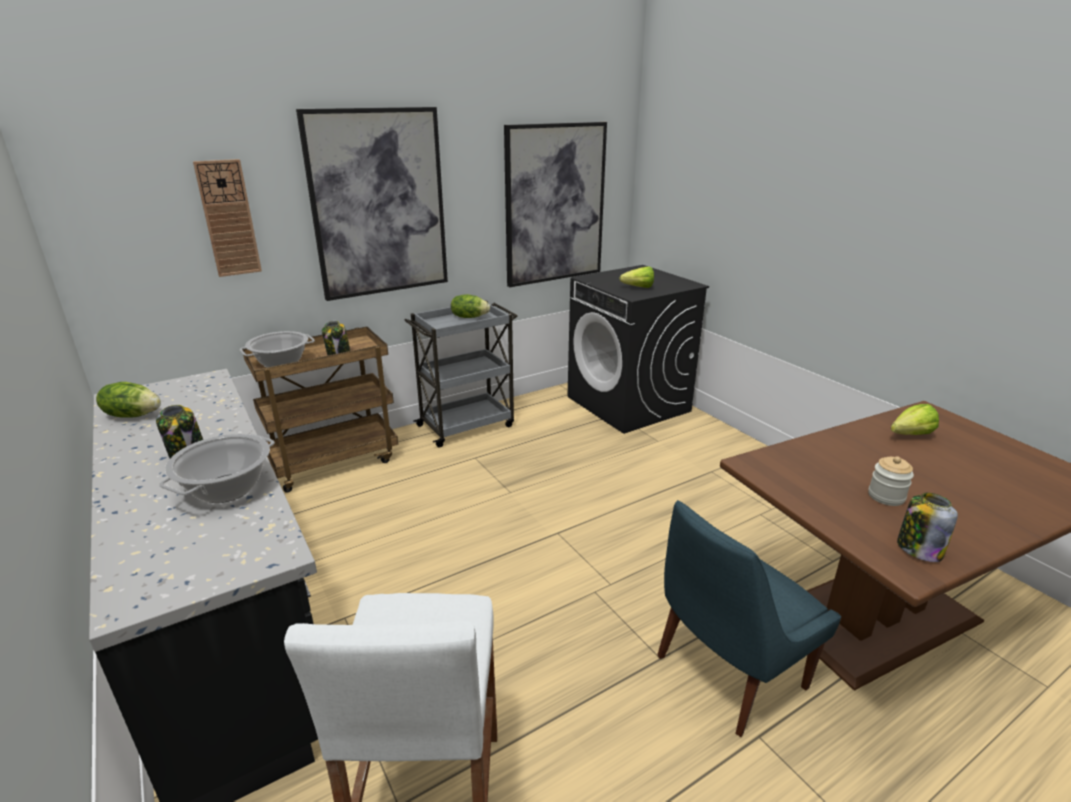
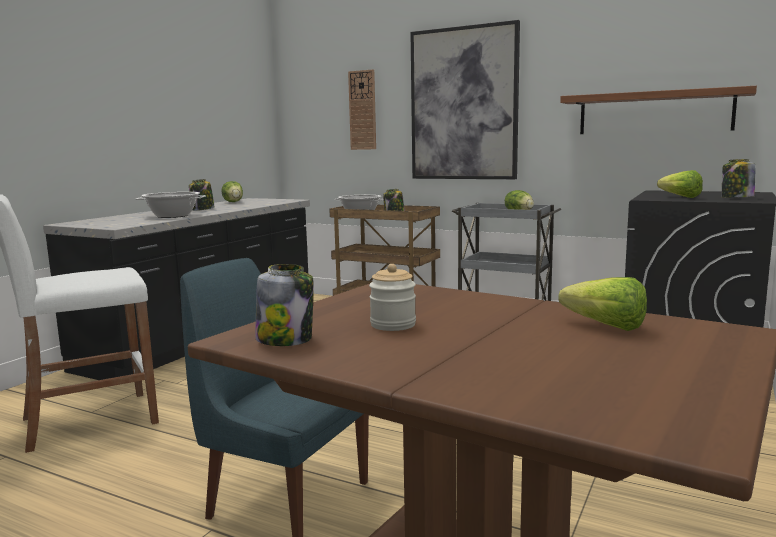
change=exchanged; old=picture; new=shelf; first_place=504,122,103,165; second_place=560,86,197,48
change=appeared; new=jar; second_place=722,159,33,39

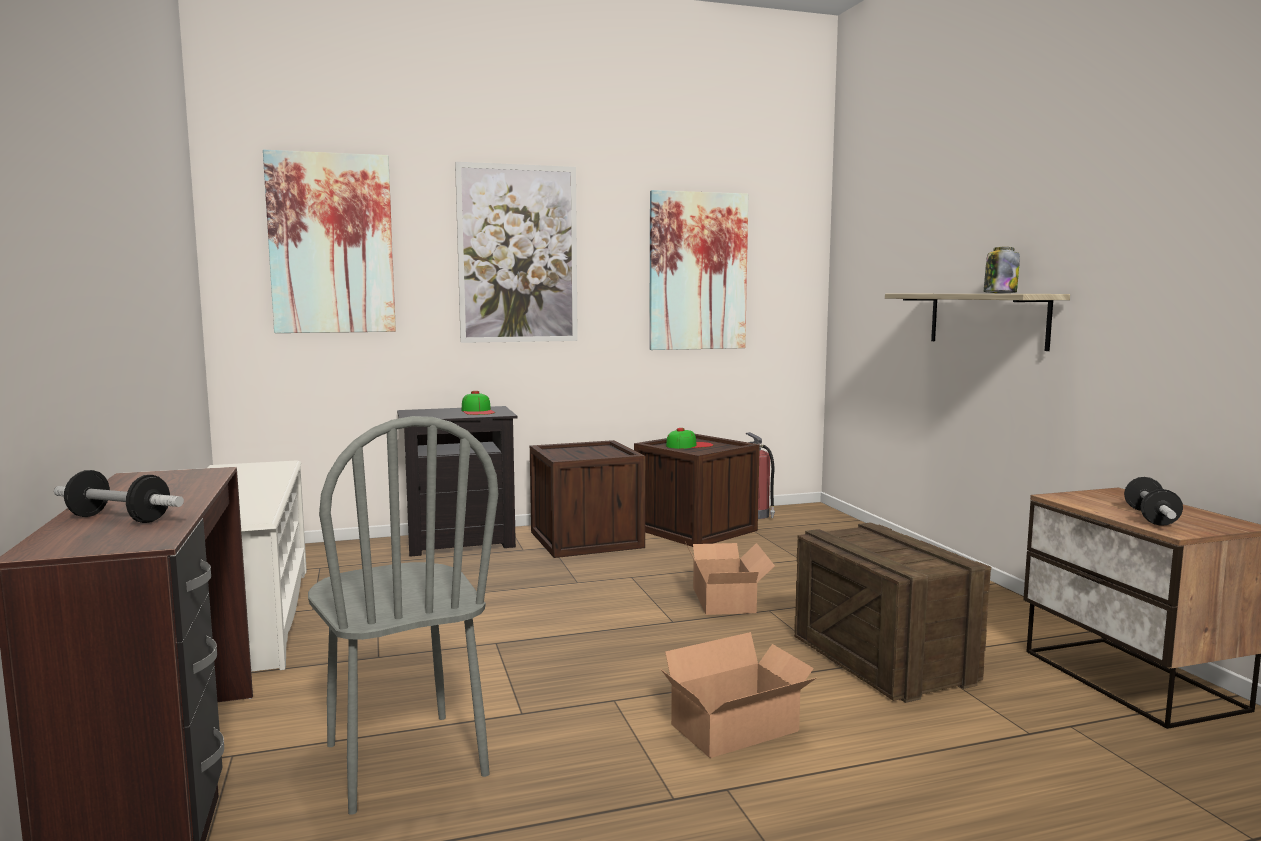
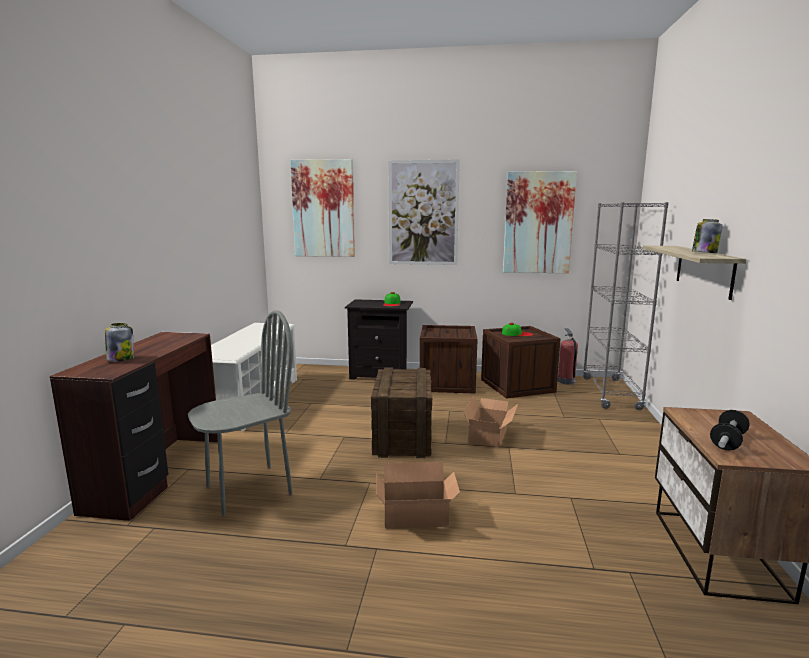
change=exchanged; old=dumbbell; new=jar; first_place=54,470,130,53; second_place=105,323,29,38
change=spun; old=grey chair; first_place=308,416,190,399; second_place=188,310,105,206; degrees=-120
change=relocated; old=crate; first_place=794,522,197,181; second_place=371,367,61,91
change=appeared; new=grey bookcase; second_place=582,202,87,208

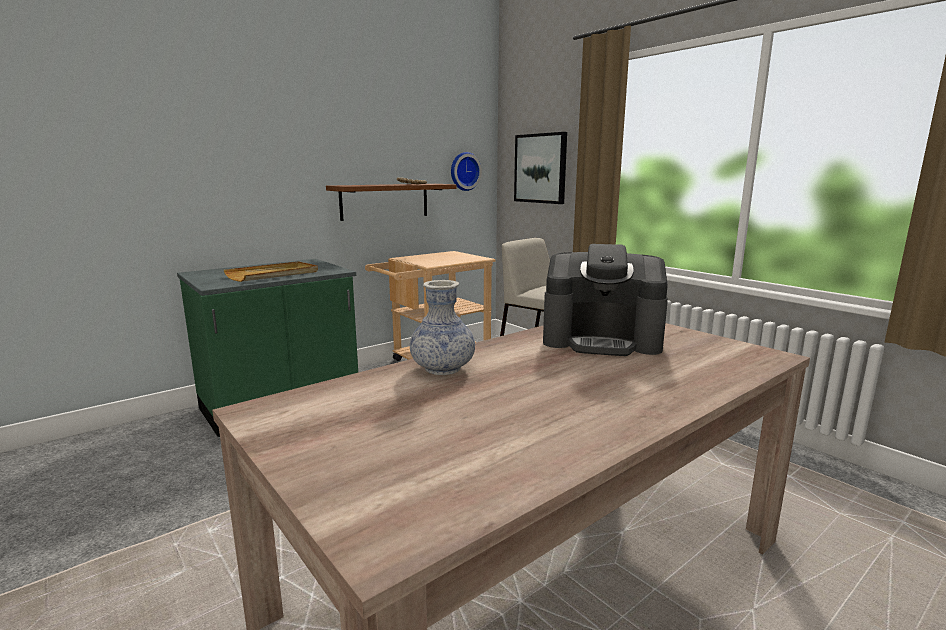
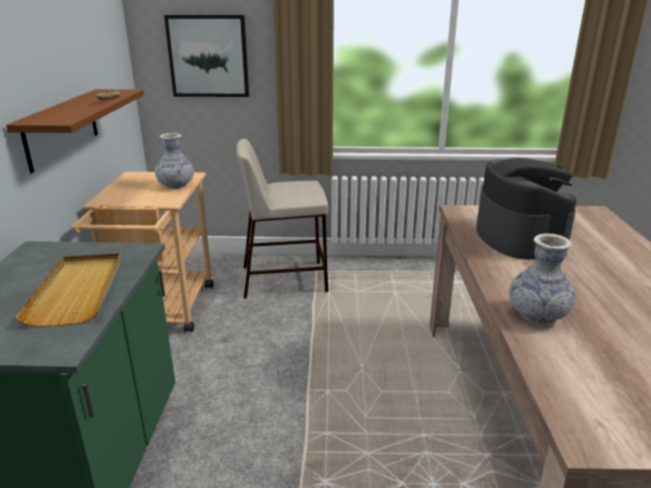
change=appeared; new=vase; second_place=155,133,39,56
change=spun; old=coffee machine; first_place=543,244,125,112; second_place=476,158,101,101; degrees=-60
change=missing; old=wall clock; first_place=451,152,31,39

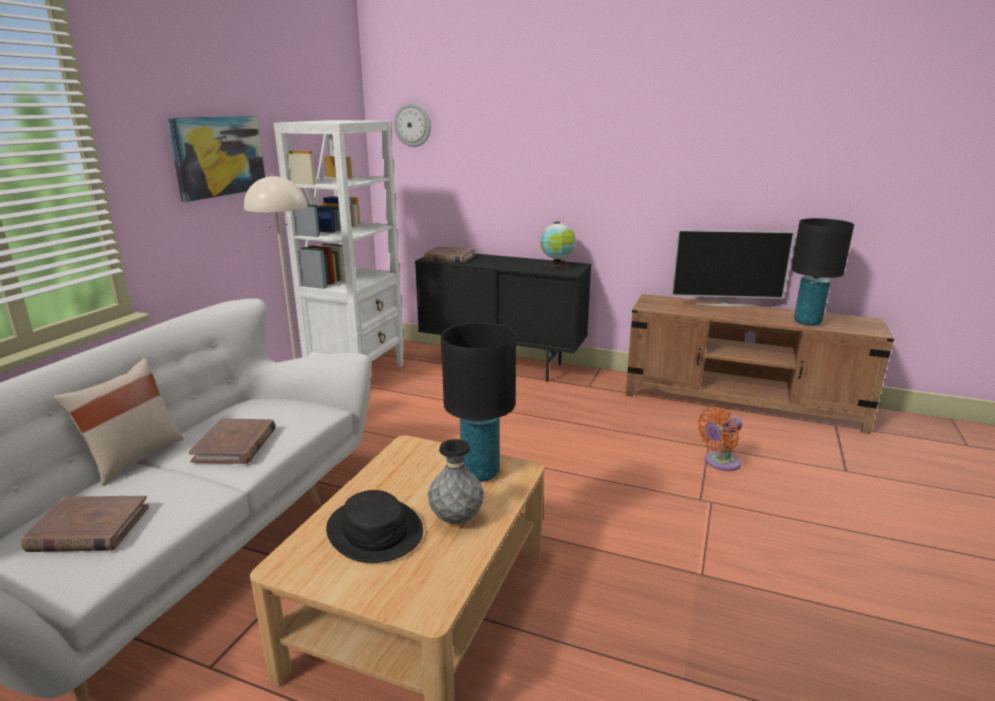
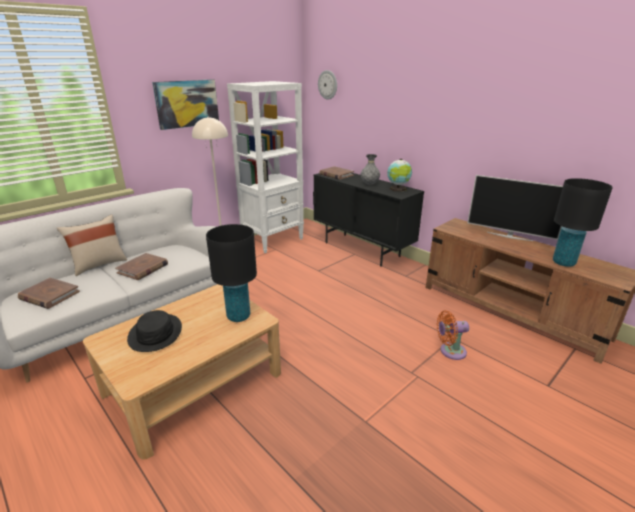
change=relocated; old=grey vase; first_place=428,439,56,85; second_place=361,154,19,31

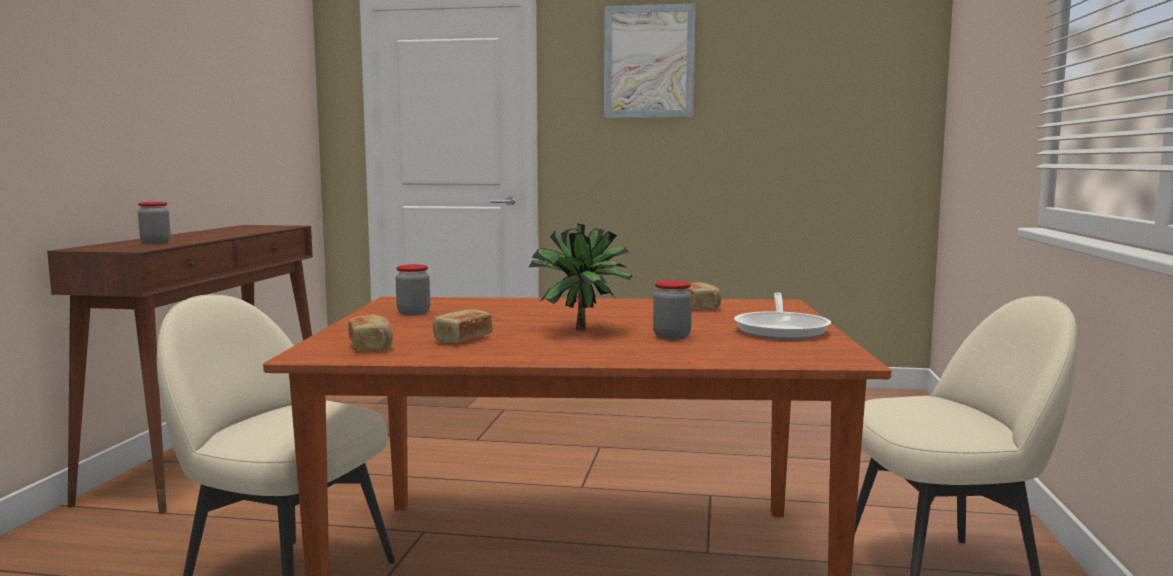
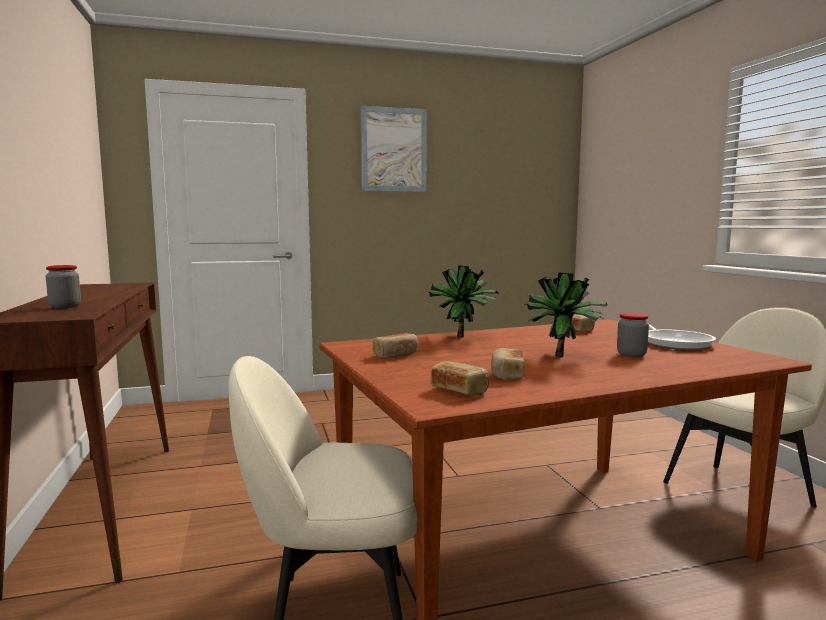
change=exchanged; old=jar; new=bread; first_place=396,264,34,52; second_place=373,334,45,25
change=appeared; new=potted plant; second_place=428,265,70,73

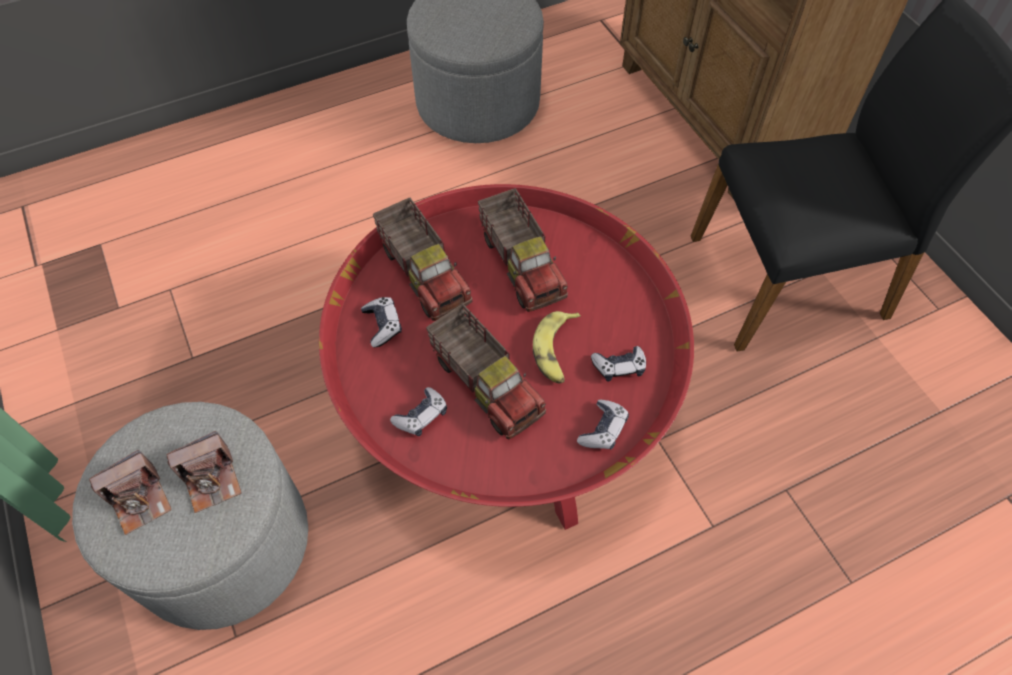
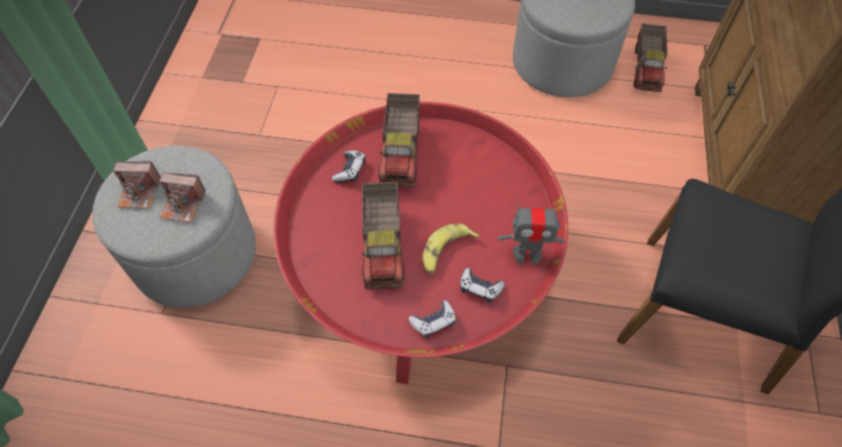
change=appeared; new=toy robot; second_place=497,204,69,61
change=relocated; old=toy truck; first_place=478,188,90,124; second_place=633,23,34,69
change=missing; old=game controller; first_place=390,387,57,49

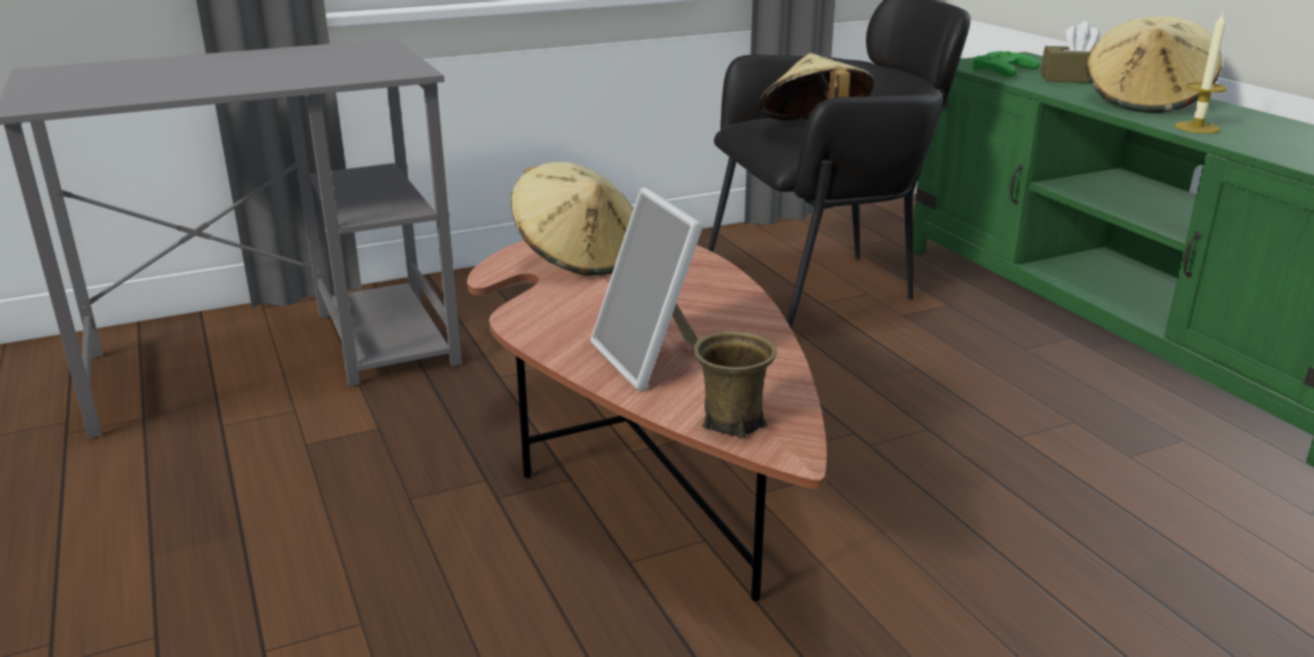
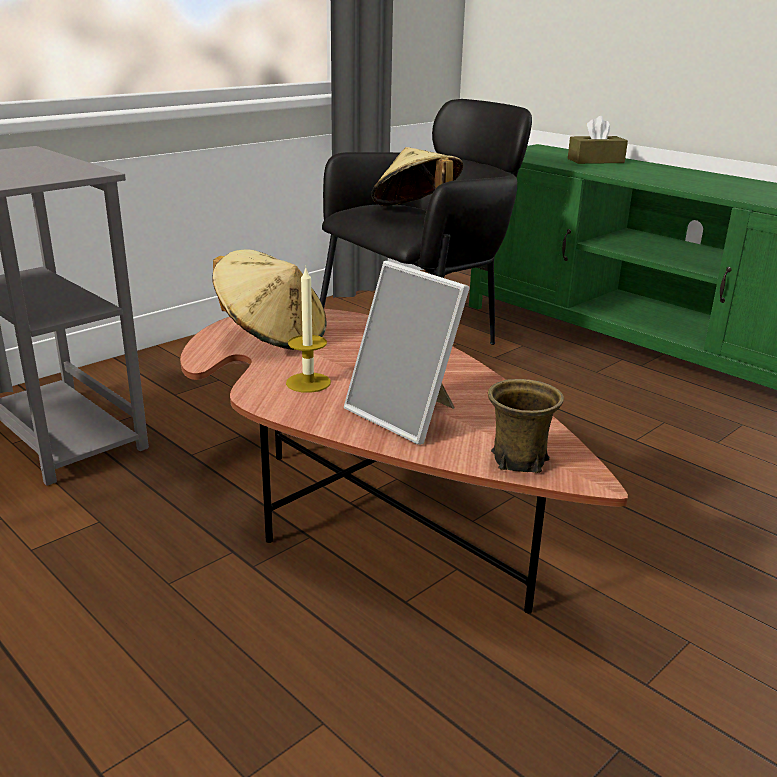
change=relocated; old=candle; first_place=1175,11,52,123; second_place=286,268,45,125
change=missing; old=green game controller; first_place=972,51,68,26
change=missing; old=beige hat; first_place=1086,16,136,97

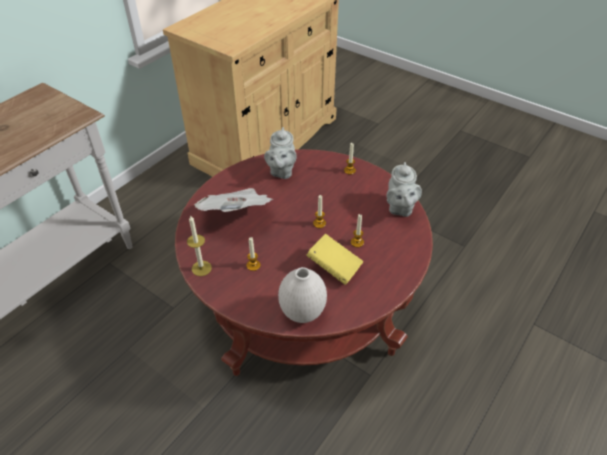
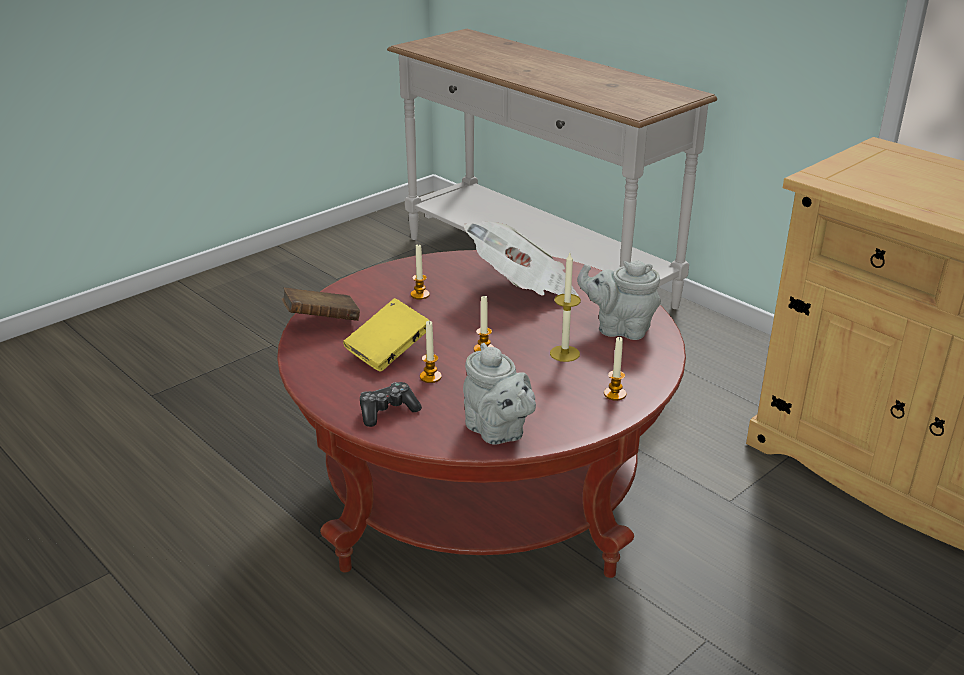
change=exchanged; old=white vase; new=brown book; first_place=278,267,49,56; second_place=282,287,78,34
change=appeared; new=game controller; second_place=360,382,62,45
change=spun; old=grey teapot; first_place=386,162,36,55; second_place=463,343,73,102; degrees=-135
change=relocated; old=candle; first_place=187,215,25,61; second_place=550,253,31,109

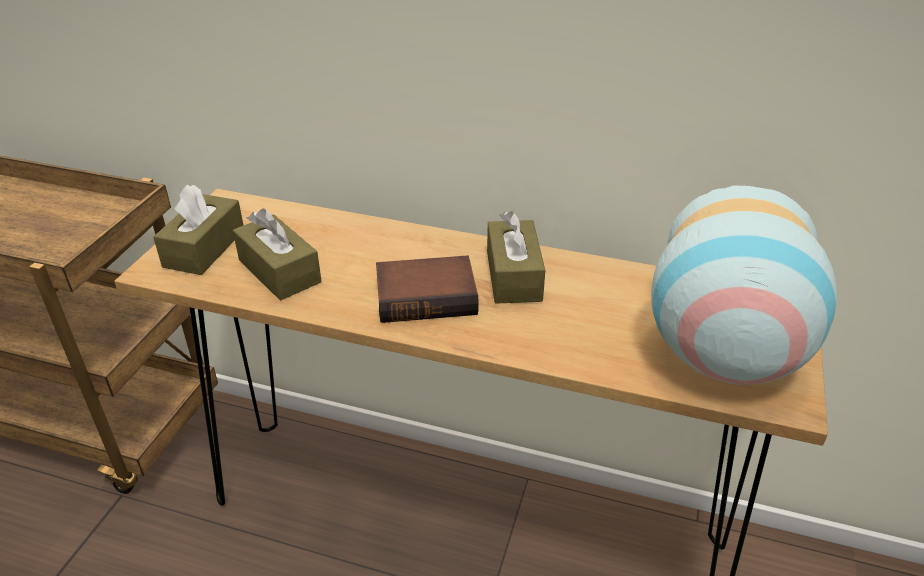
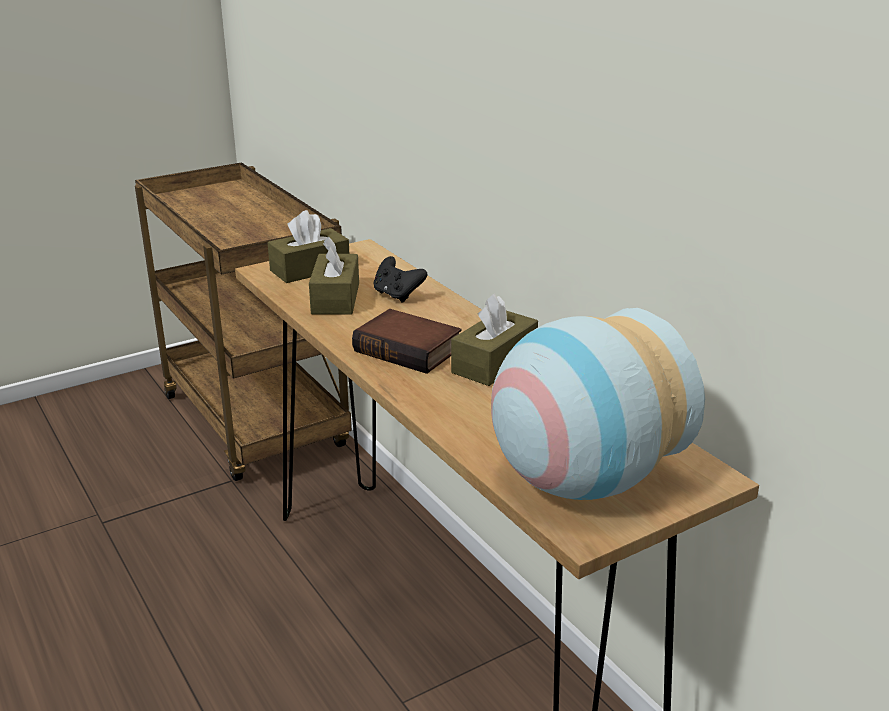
change=appeared; new=black game controller; second_place=373,256,55,47

